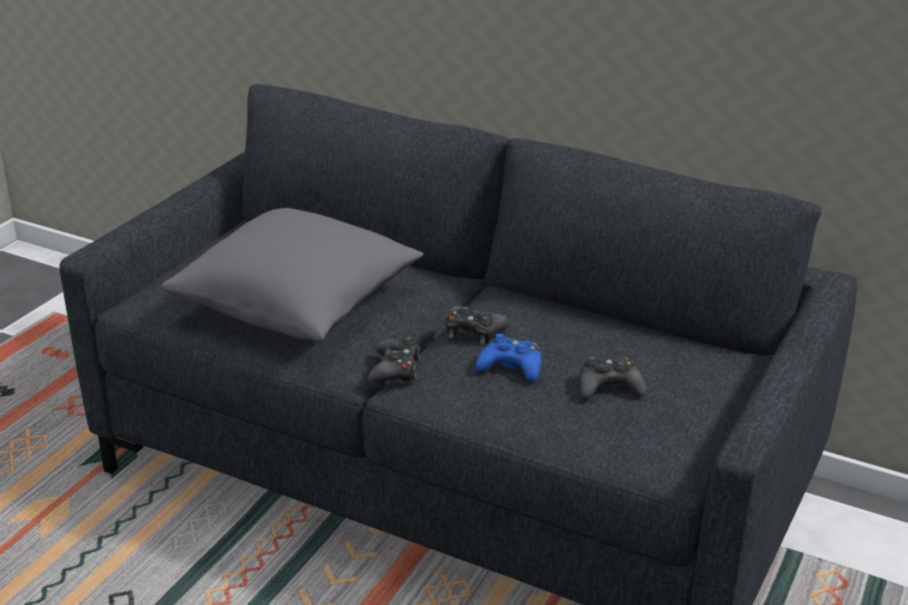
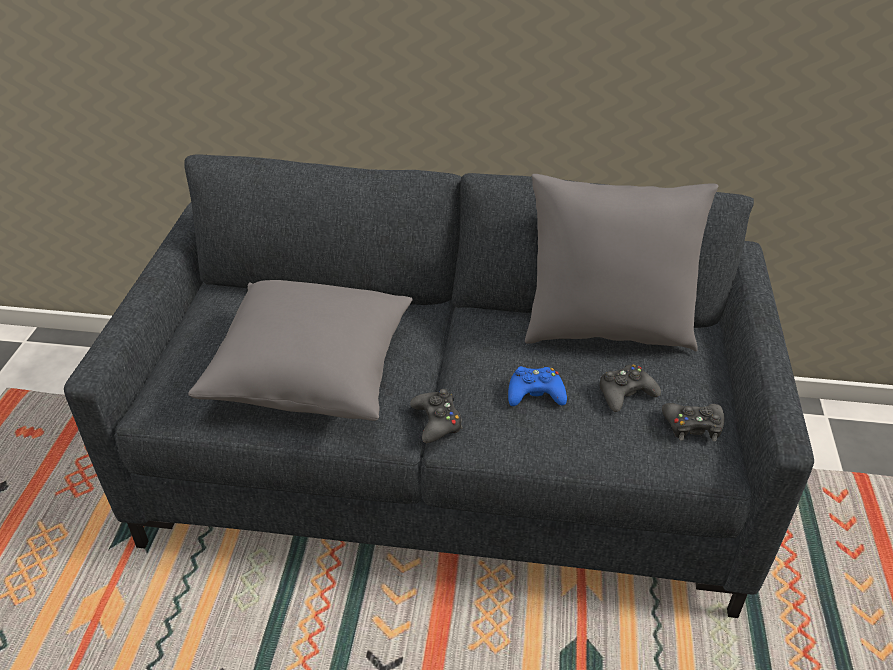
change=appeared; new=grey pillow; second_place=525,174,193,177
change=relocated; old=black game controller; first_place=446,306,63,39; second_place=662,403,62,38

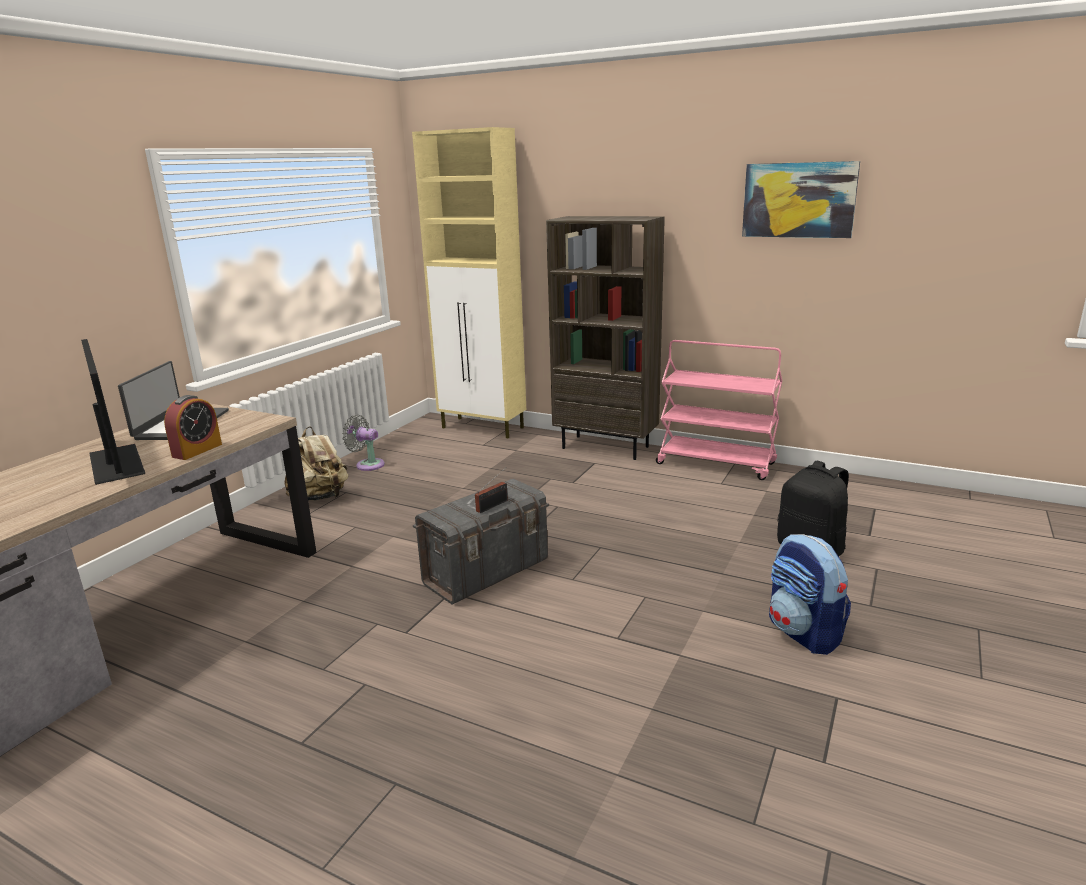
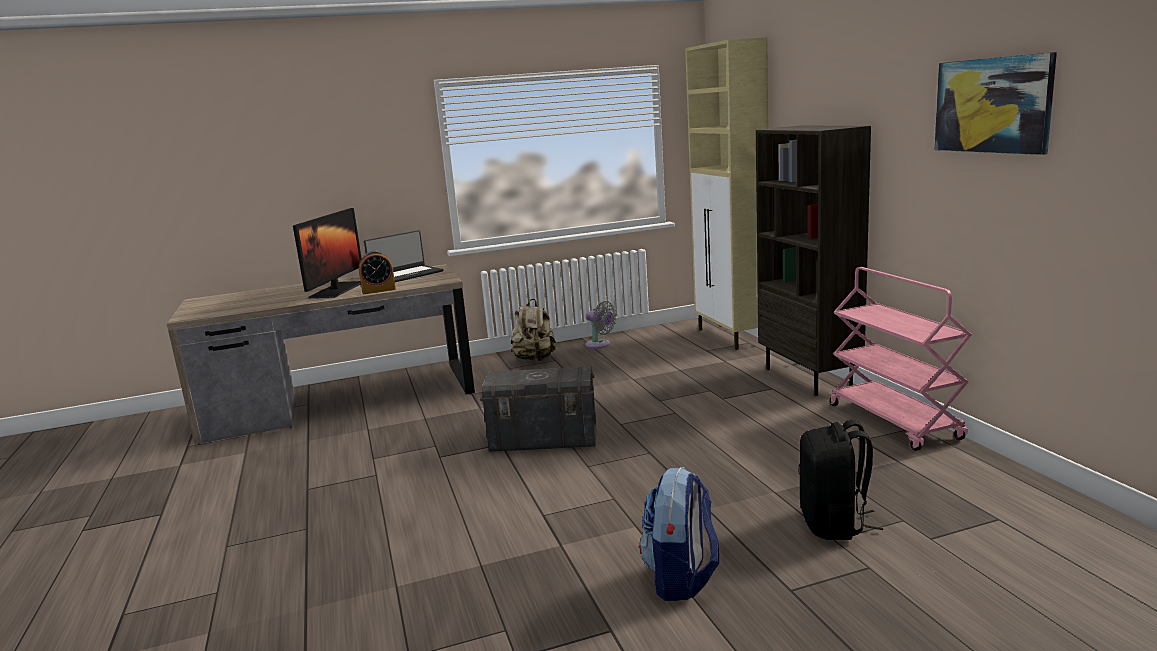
change=spun; old=grey fan; first_place=342,415,43,56; second_place=585,301,31,48; degrees=150
change=missing; old=radio; first_place=475,467,33,46

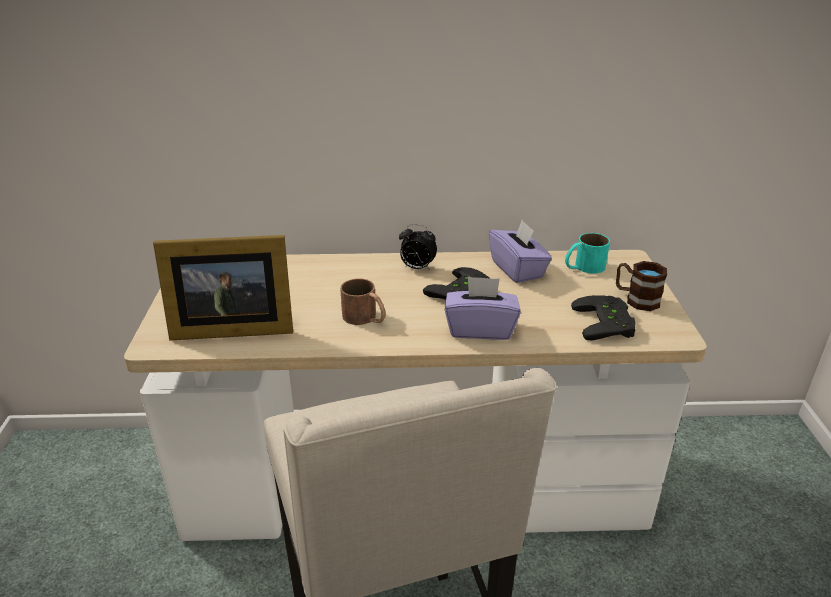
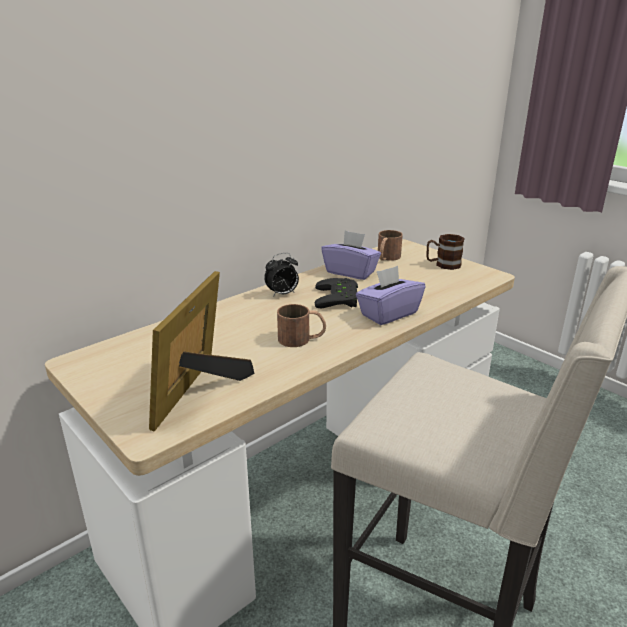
change=spun; old=picture frame; first_place=153,235,140,106; second_place=149,271,105,161; degrees=150
change=colour; old=turquoise mug; new=brown mug; first_place=565,233,45,41; second_place=378,230,25,31
change=missing; old=black game controller; first_place=571,295,64,46

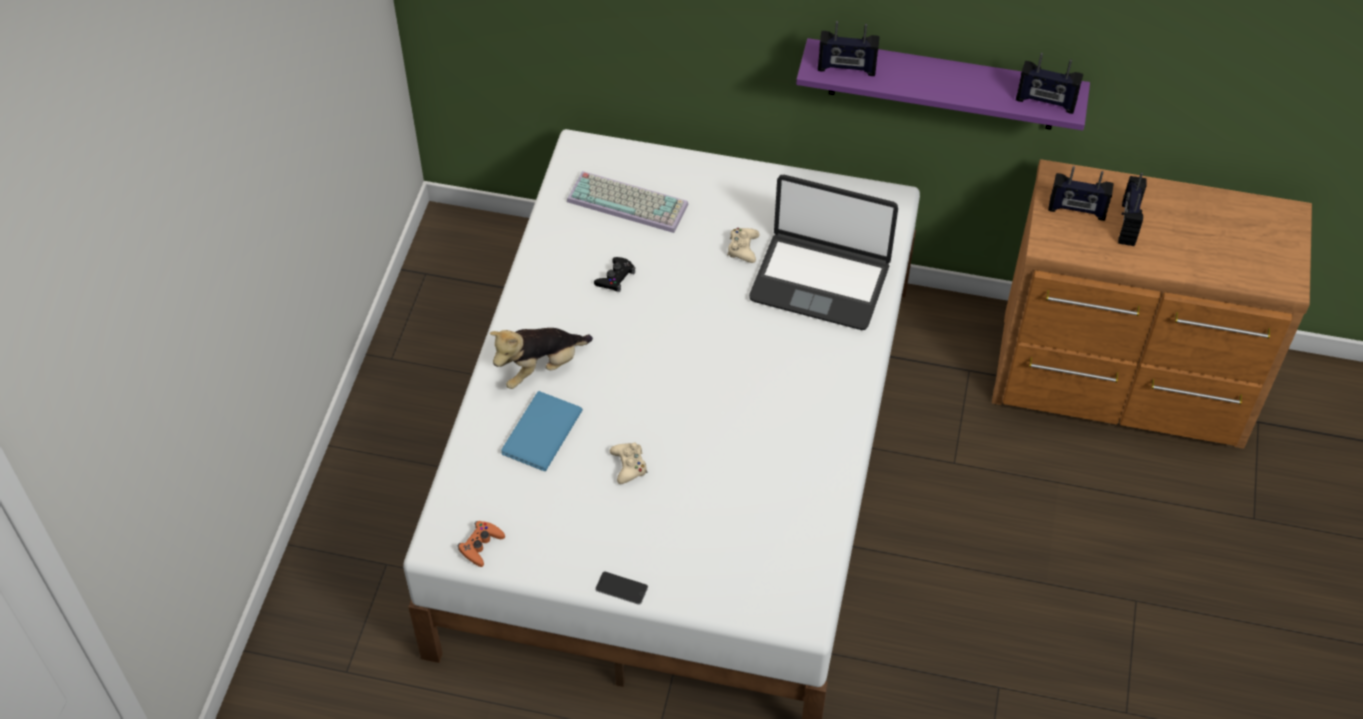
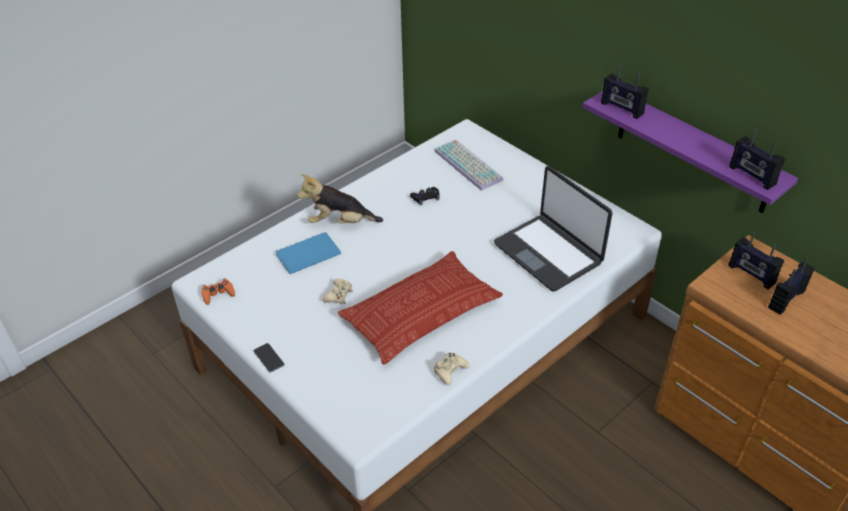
change=appeared; new=pillow; second_place=338,251,165,114
change=relocated; old=beige game controller; first_place=727,228,33,35; second_place=434,353,36,32

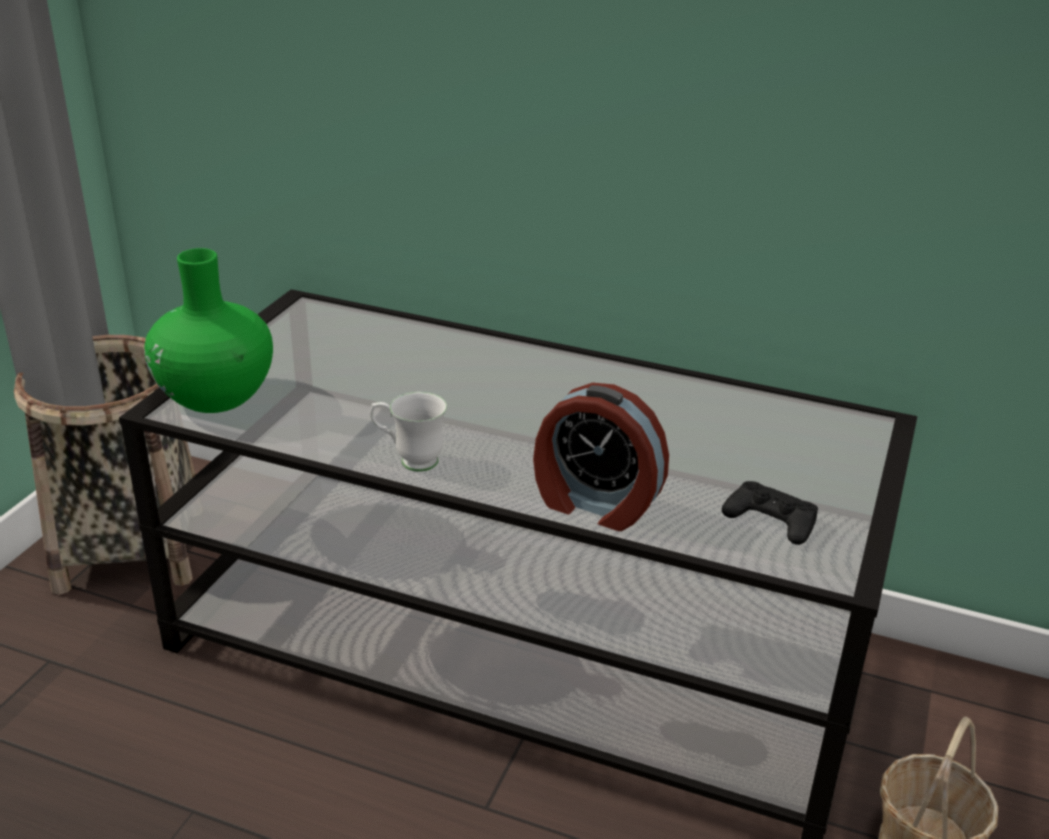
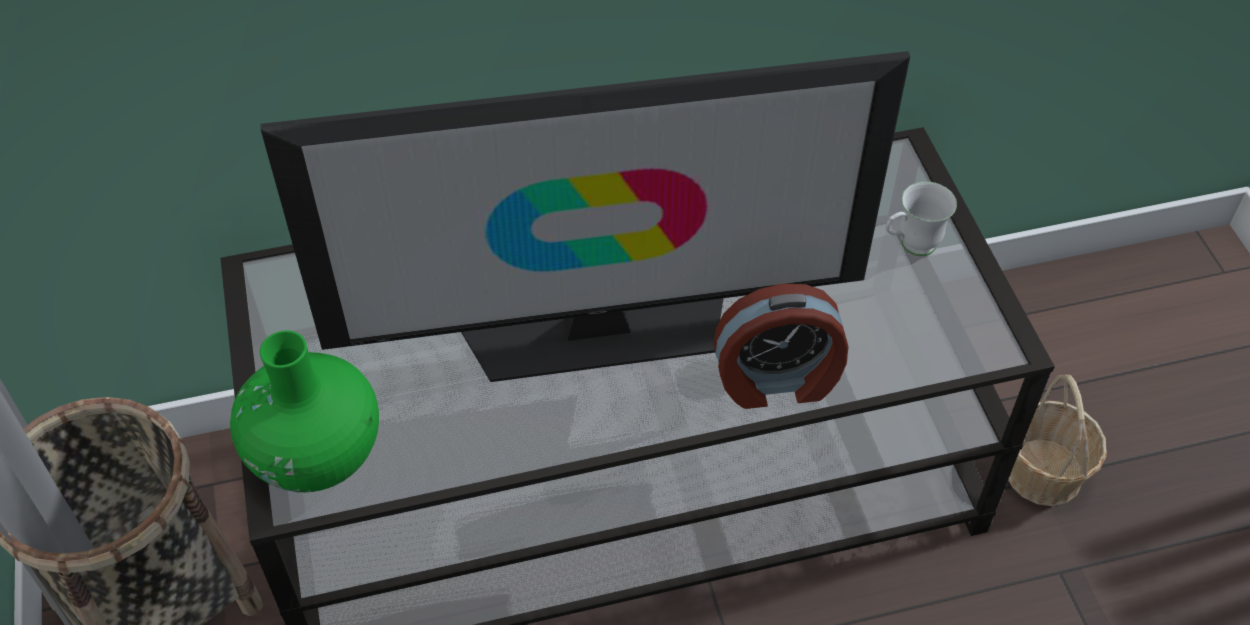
change=appeared; new=television; second_place=260,51,650,331
change=relocated; old=white mug; first_place=370,392,77,80; second_place=885,181,72,75
change=missing; old=black game controller; first_place=722,481,96,64

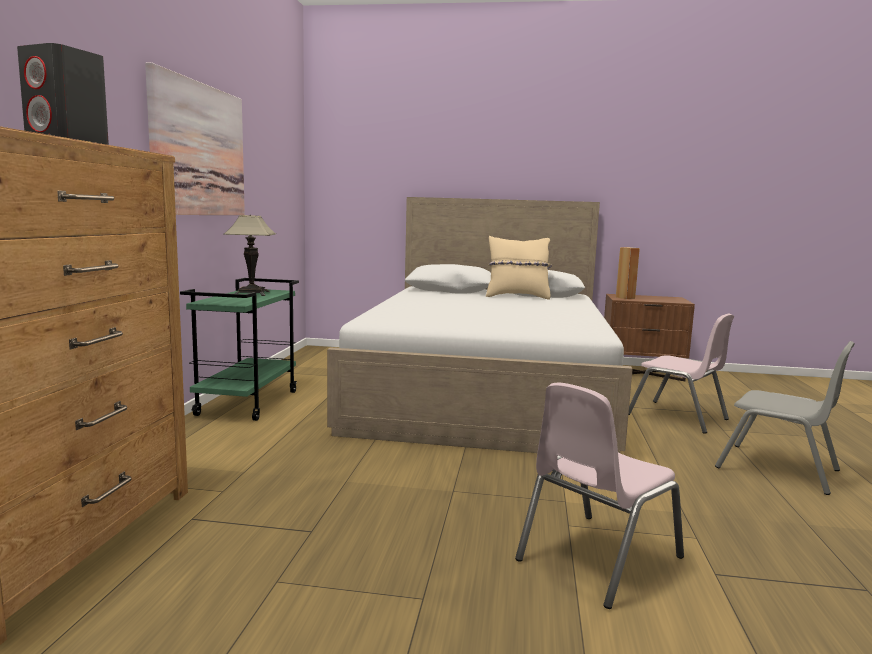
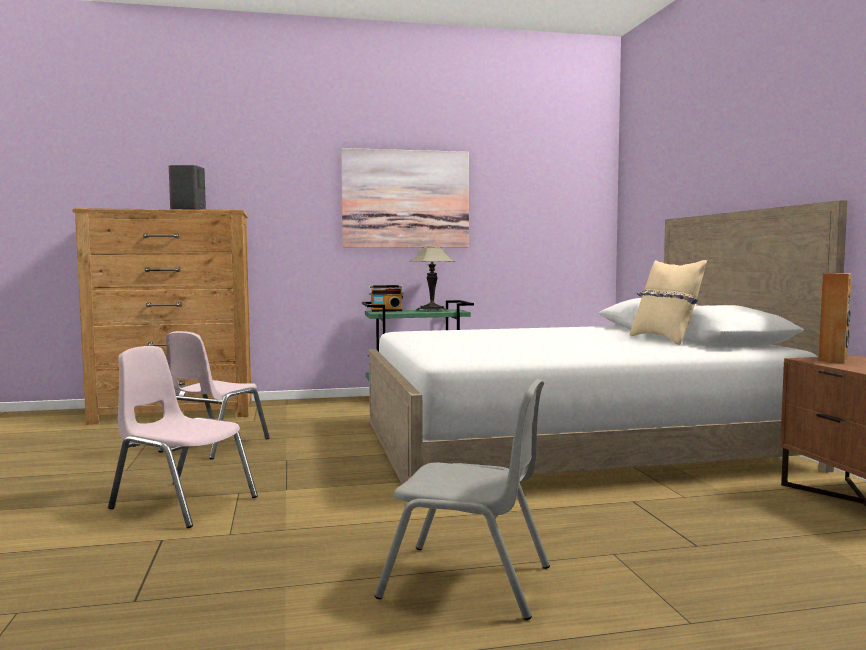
change=relocated; old=pink chair; first_place=628,314,106,120; second_place=158,331,112,129
change=appeared; new=radio; second_place=369,285,35,27
change=spun; old=grey chair; first_place=715,341,140,154; second_place=375,379,175,241; degrees=-90

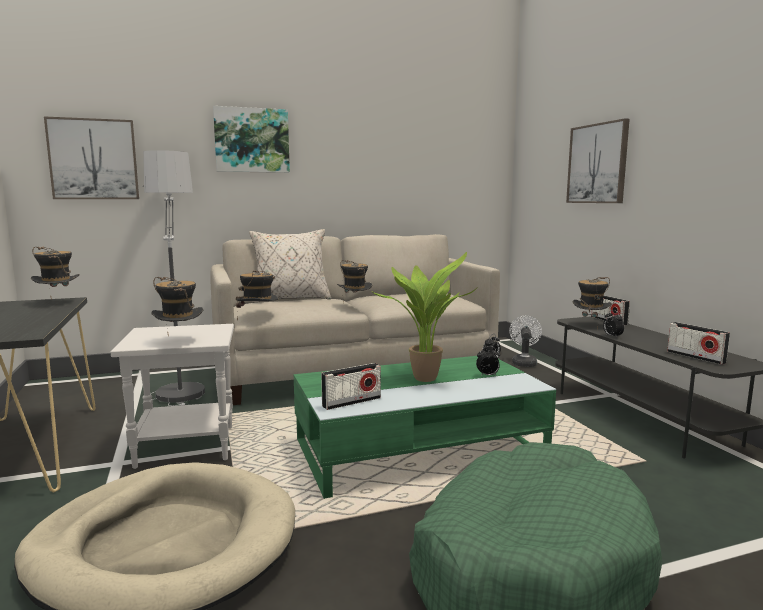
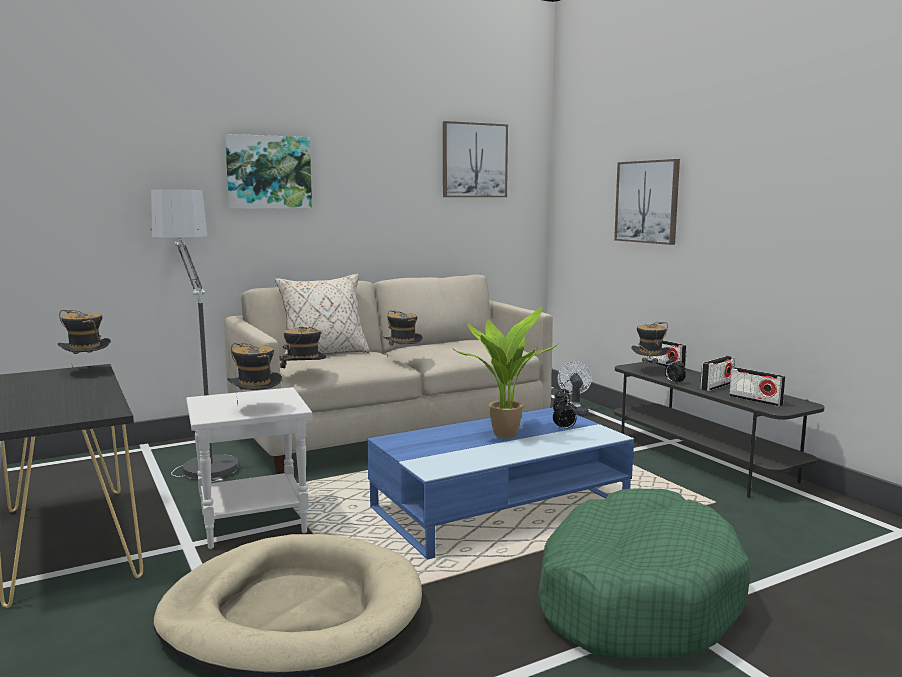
change=colour; old=green coffee table; new=blue coffee table; first_place=294,356,262,143; second_place=367,407,267,153
change=relocated; old=picture; first_place=44,116,95,83; second_place=443,121,65,76
change=relocated; old=radio; first_place=321,363,60,47; second_place=700,356,35,35

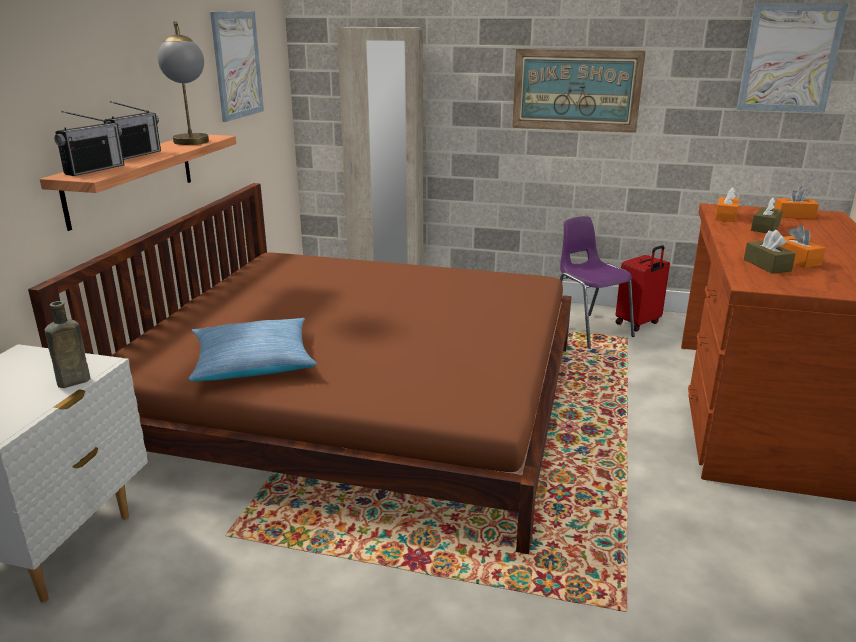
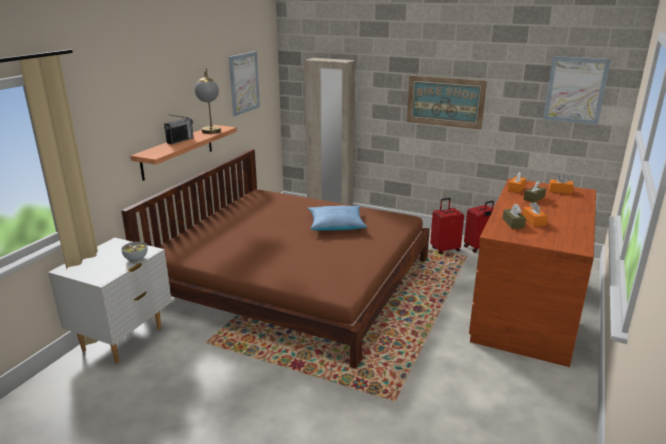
change=exchanged; old=brown bottle; new=bowl; first_place=44,301,46,87; second_place=121,242,26,20
change=relocated; old=pillow; first_place=189,318,128,63; second_place=308,206,59,25
change=exchanged; old=purple chair; new=red suitcase; first_place=560,216,75,133; second_place=430,198,34,56
change=missing; old=radio; first_place=54,111,71,65

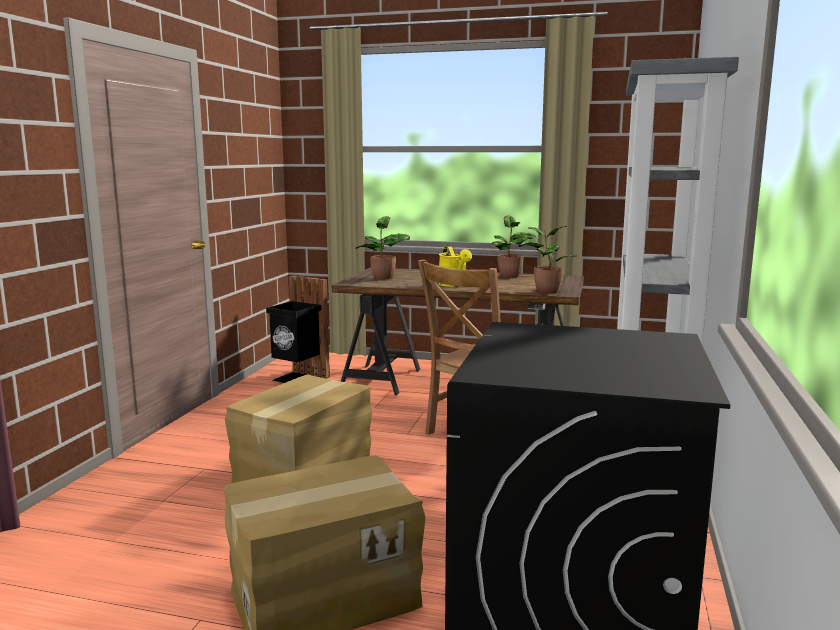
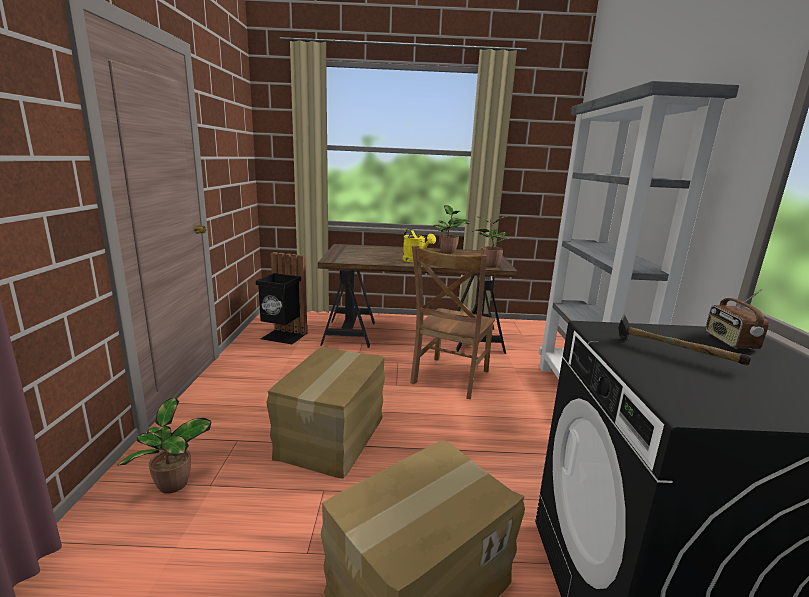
change=relocated; old=potted plant; first_place=356,216,54,64; second_place=117,398,95,96
change=appeared; new=hammer; second_place=618,314,133,51
change=appeared; new=radio; second_place=706,289,63,60

